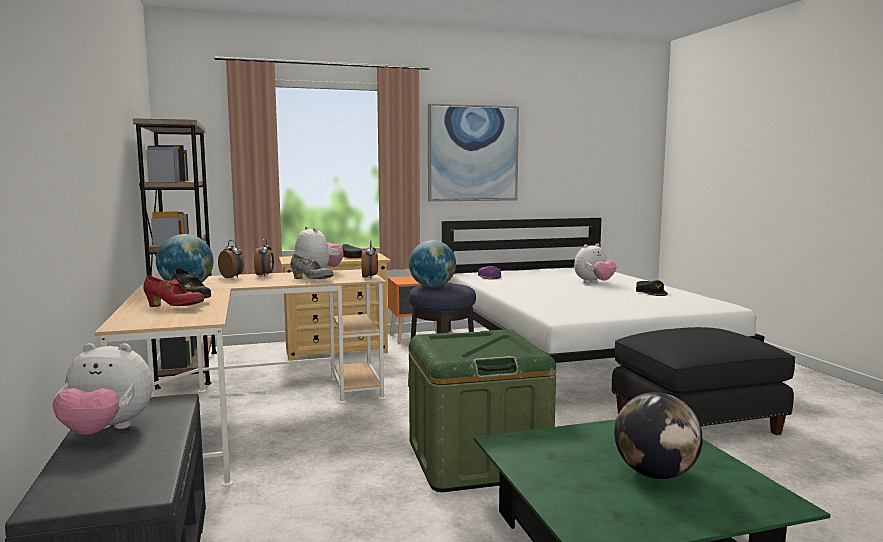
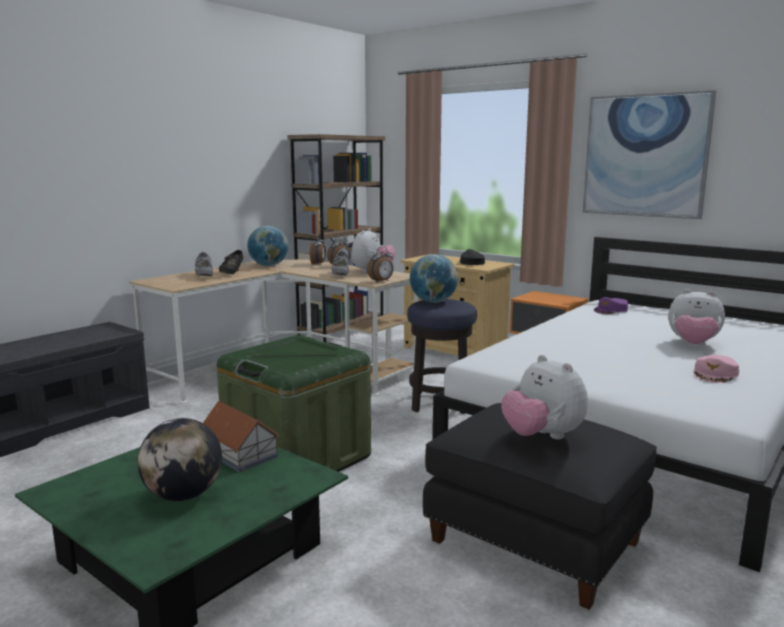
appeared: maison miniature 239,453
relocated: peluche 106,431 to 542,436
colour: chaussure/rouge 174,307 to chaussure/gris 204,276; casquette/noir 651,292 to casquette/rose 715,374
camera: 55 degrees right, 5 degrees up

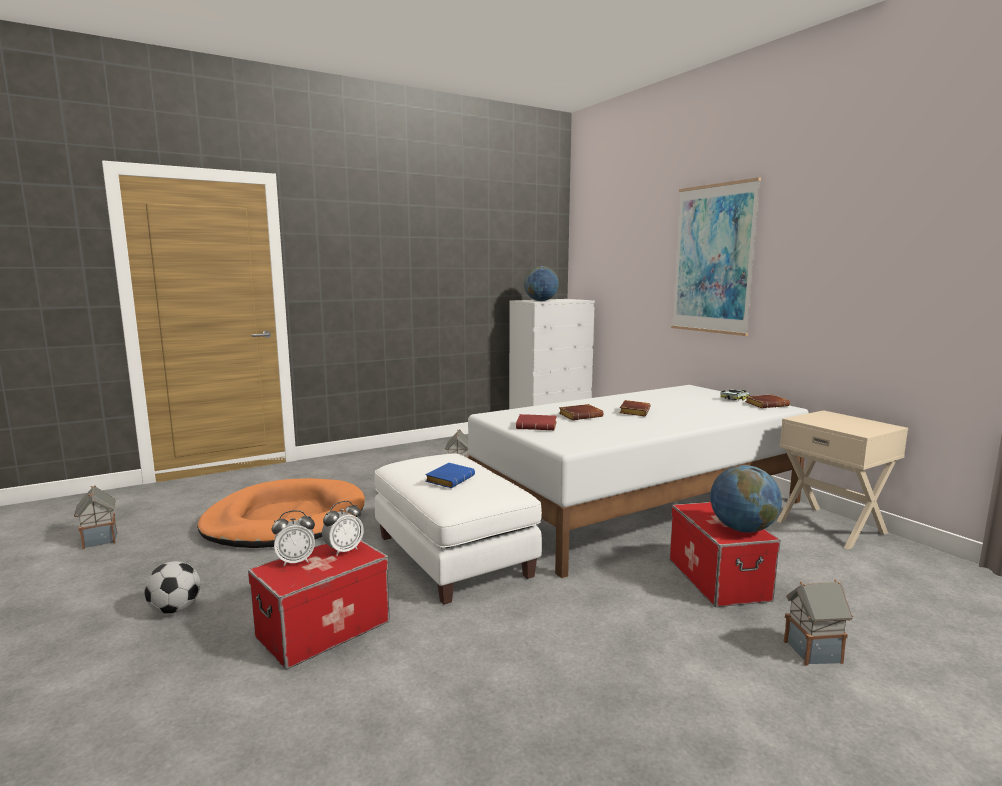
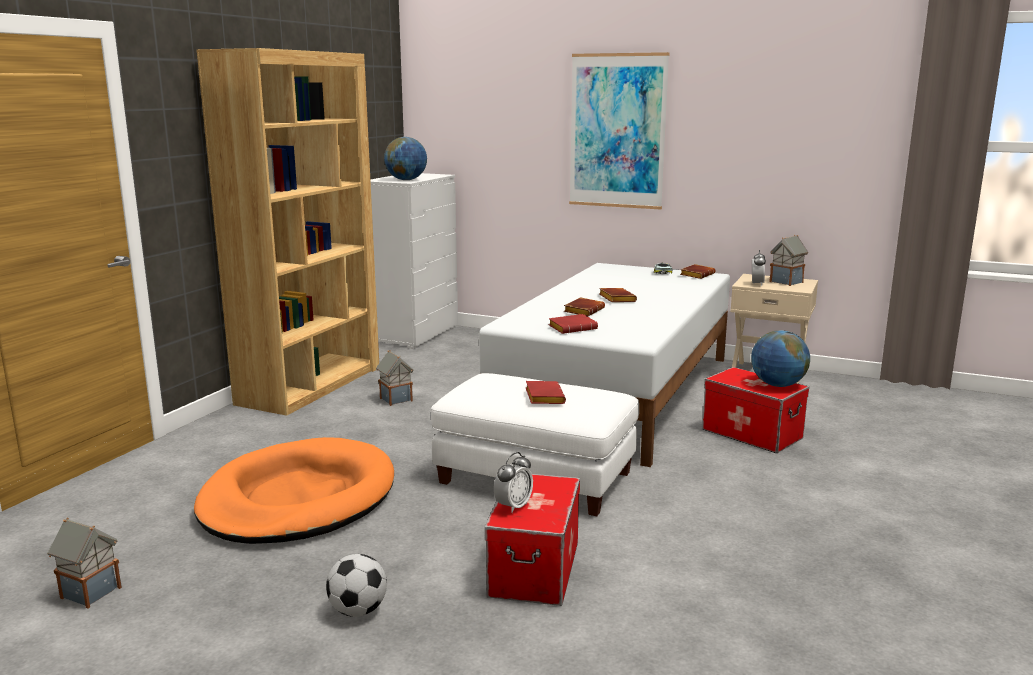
appeared: bibliothèque/marron 311,385
relocated: réveil 344,550 to 757,284; maison miniature 813,651 to 786,282
colour: livre/bleu 449,479 to livre/rouge 543,397
camera: 35 degrees left, 5 degrees up

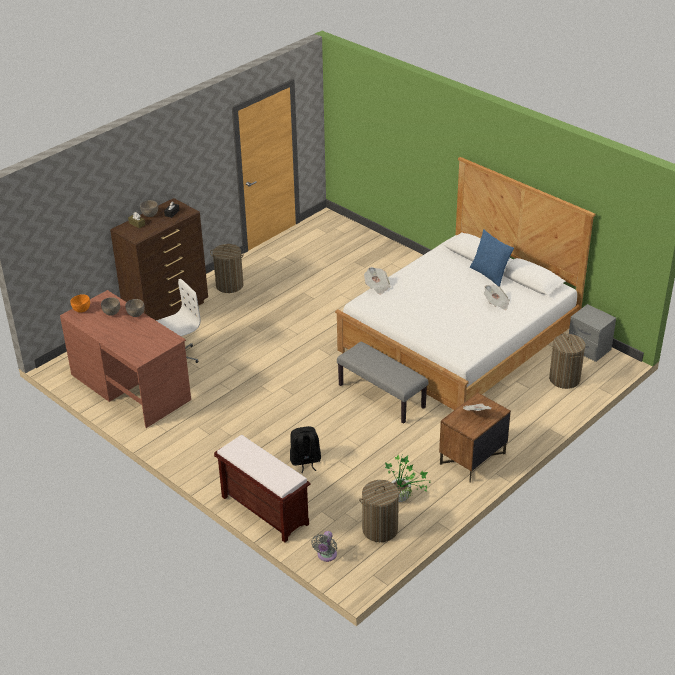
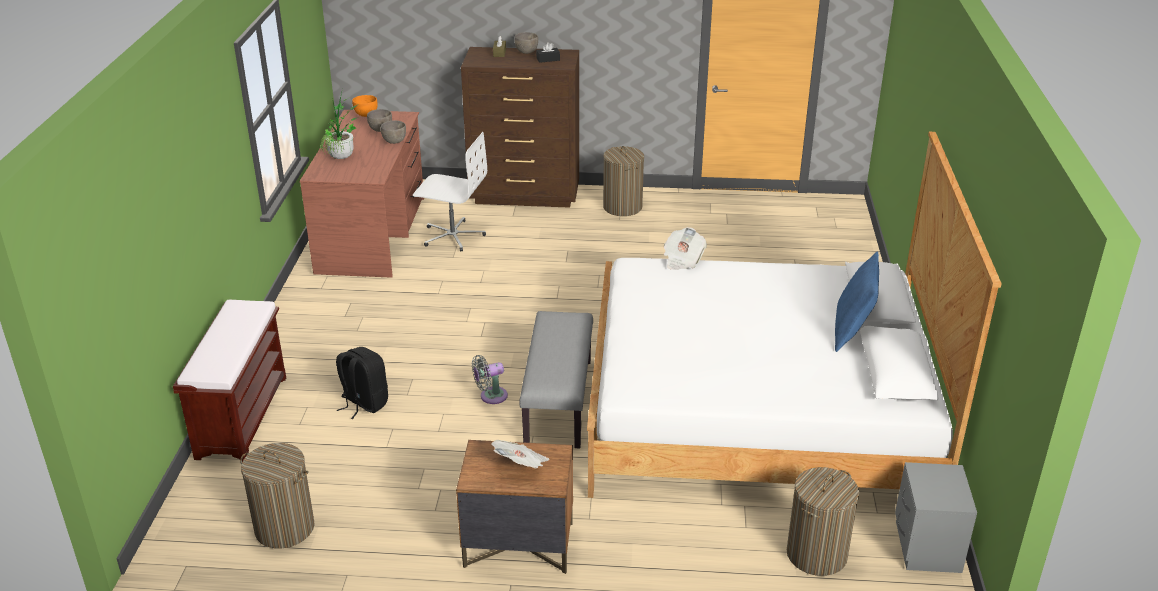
missing: journal 496,303
relocated: ventilateur/gris 326,556 to 490,396; plante en pot 404,499 to 342,159
camera: 50 degrees right, 5 degrees down

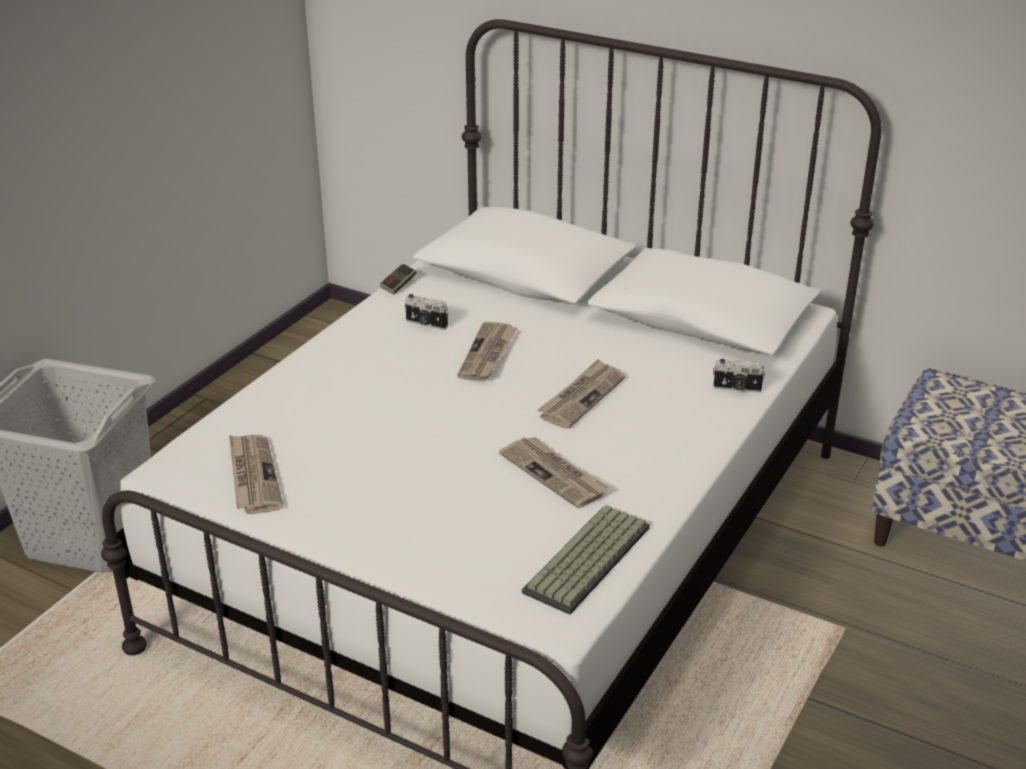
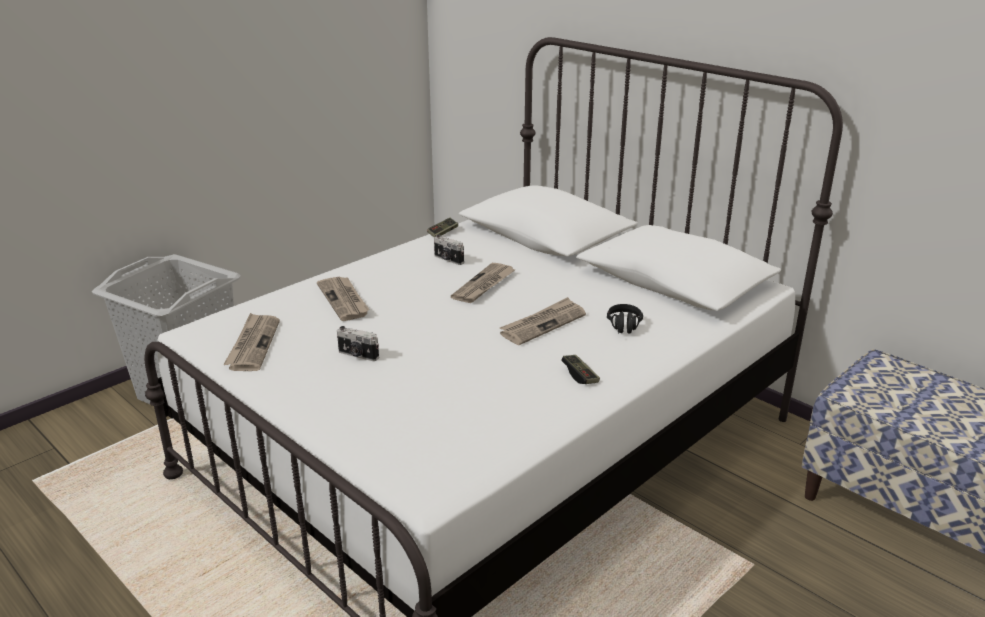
missing: clavier 589,561
appeared: manette 580,375; casque audio/noir 624,328
relocated: journal 555,474 to 344,300; appareil photo 737,388 to 358,355
camera: 15 degrees right, 5 degrees down

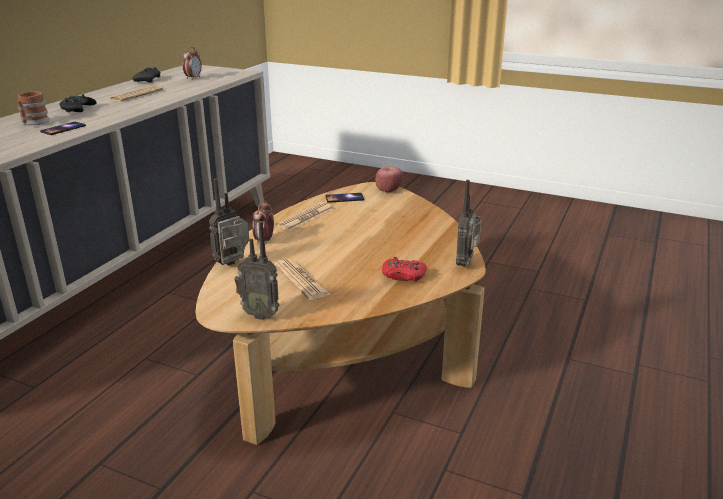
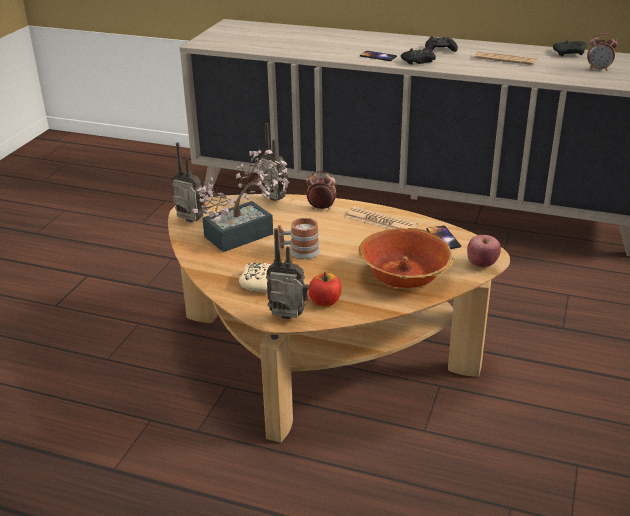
appeared: pomme 325,301; bol 404,275; manette/noir 419,61
relocated: mug 33,123 to 299,251
exchanged: journal 301,280 to plante en pot 246,233
colour: manette/rouge 403,275 to manette/beige 258,282
spun: radio 260,314 = 190,222 105 degrees clockwise
camera: 85 degrees right, 5 degrees up

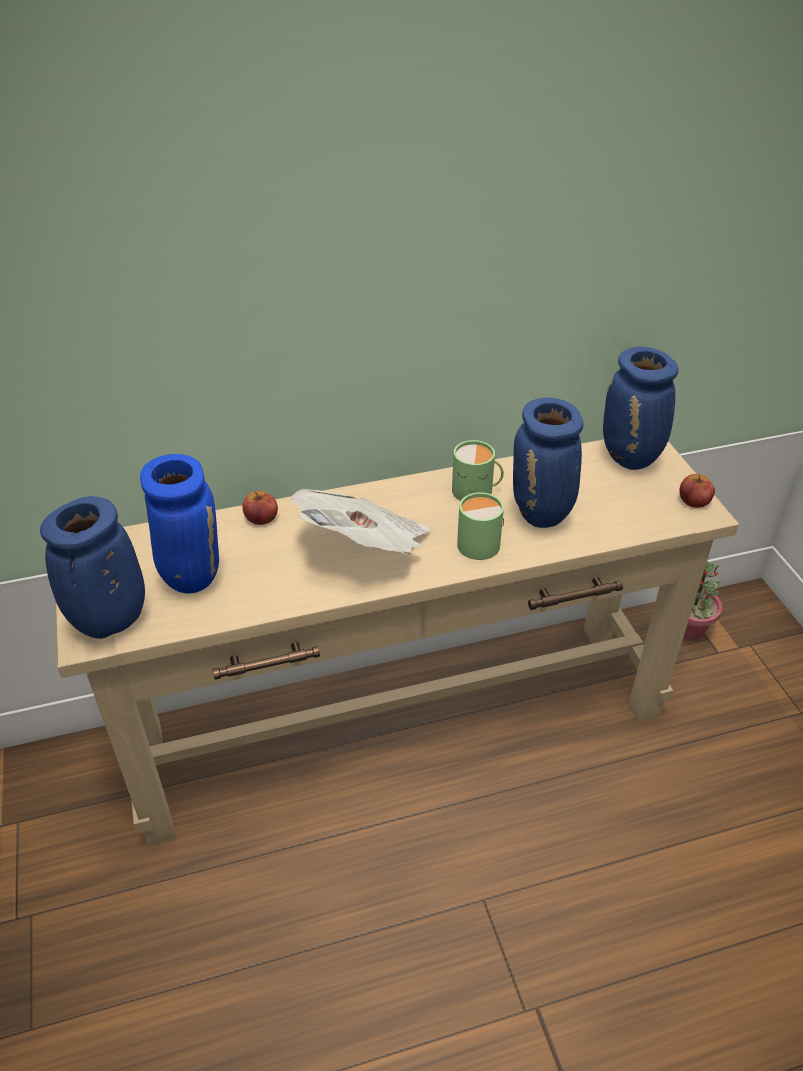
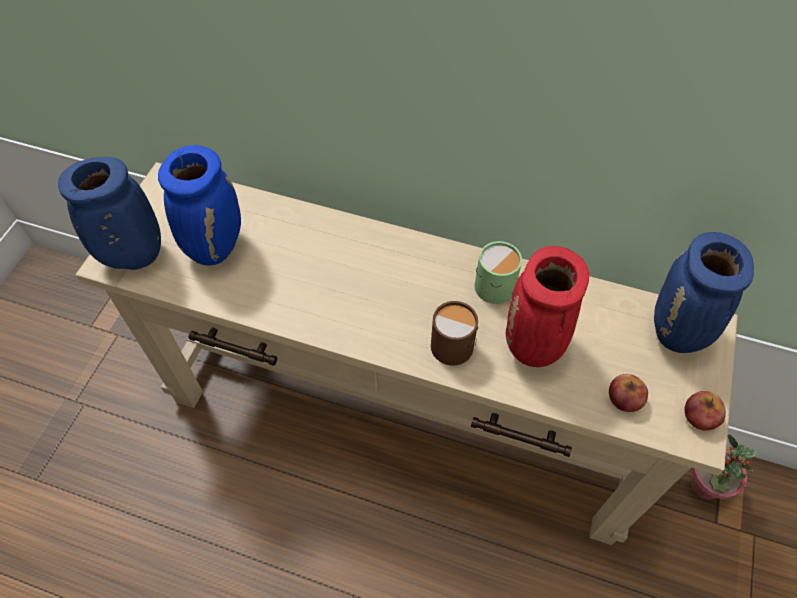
missing: journal 366,547
relocated: pomme 261,517 to 624,398
colour: mug/vert 477,541 to mug/marron 454,342; vase/bleu 542,515 to vase/rouge 534,348
camera: 35 degrees right, 15 degrees up

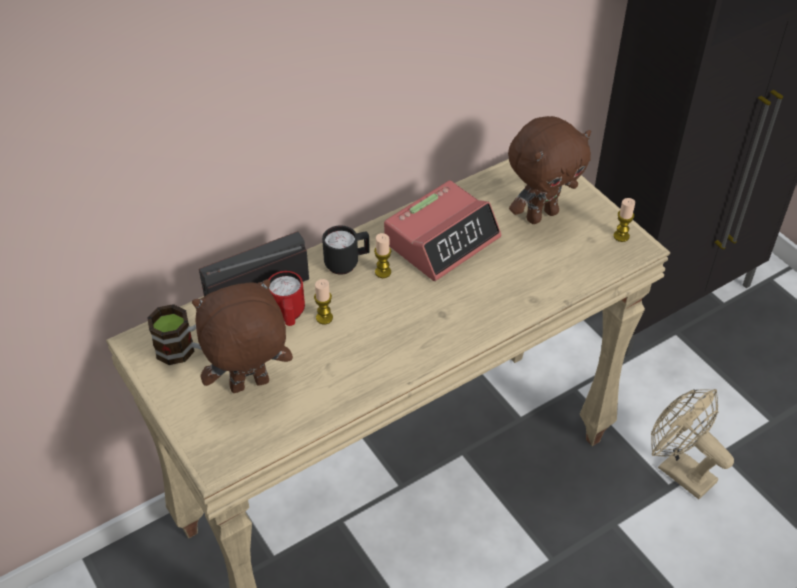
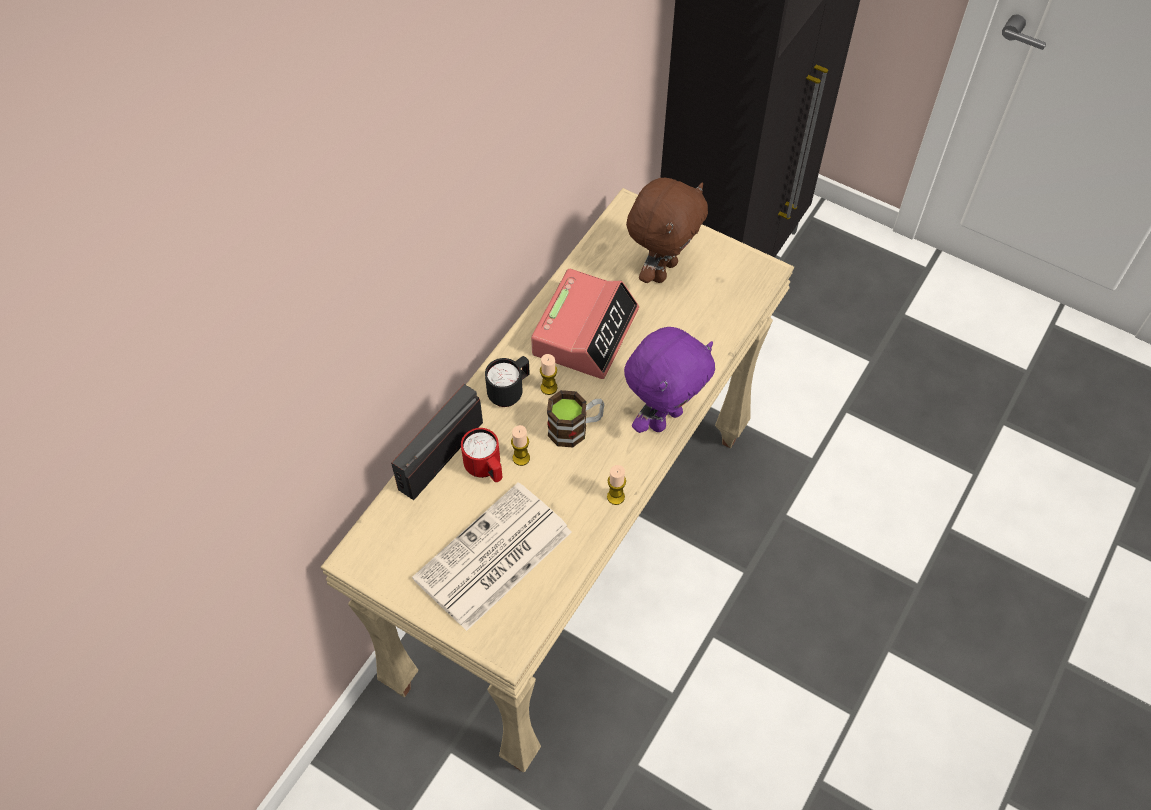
missing: ventilateur/beige 678,470
appeared: peluche/violet 664,417
relocated: mug 183,350 to 575,428; bougie 621,236 to 615,497
exchanged: peluche/marron 249,386 to journal 492,558
camera: 25 degrees left, 10 degrees up

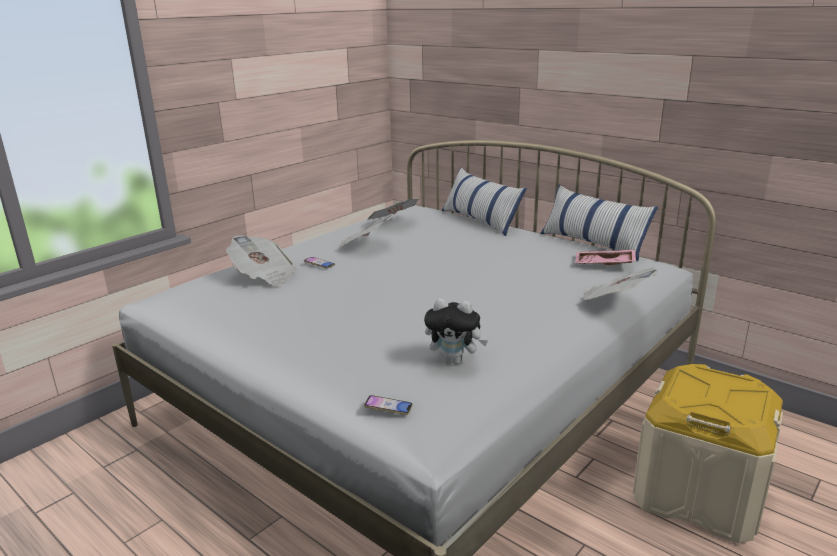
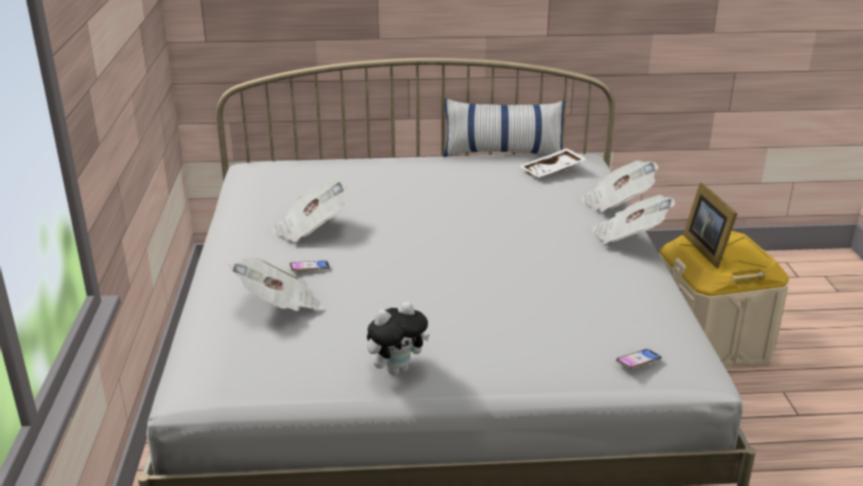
missing: coussin 480,220
appeared: cadre photo 707,249
relocated: journal 393,223 to 628,237; peluche 455,361 to 397,369
colour: plateau/rose 604,265 to plateau/blanc 553,171
camera: 45 degrees left, 5 degrees up

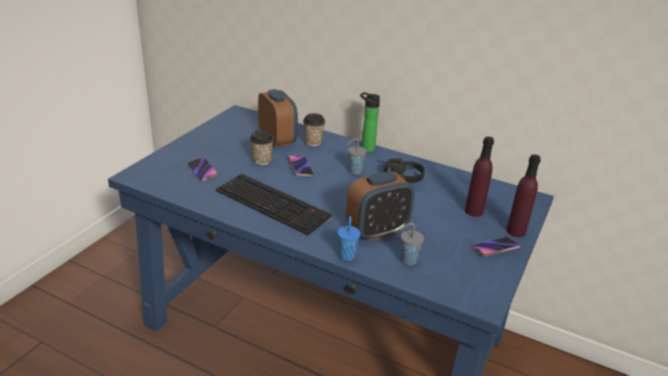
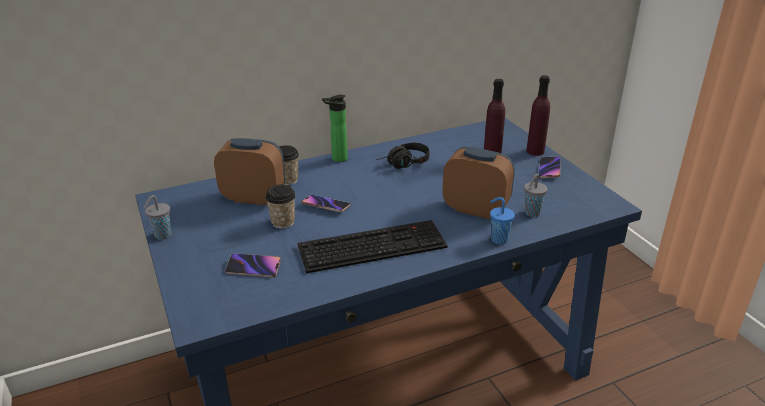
relocated: tasse/gris 354,171 to 162,236
spun: réveil 377,231 = 476,209 75 degrees counterclockwise
camera: 50 degrees left, 0 degrees up

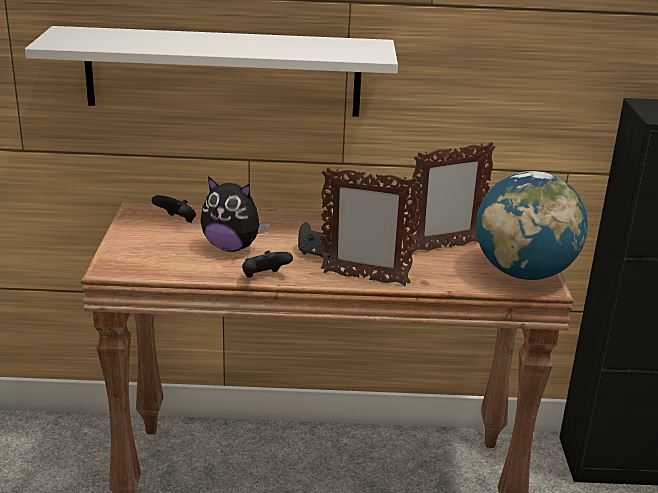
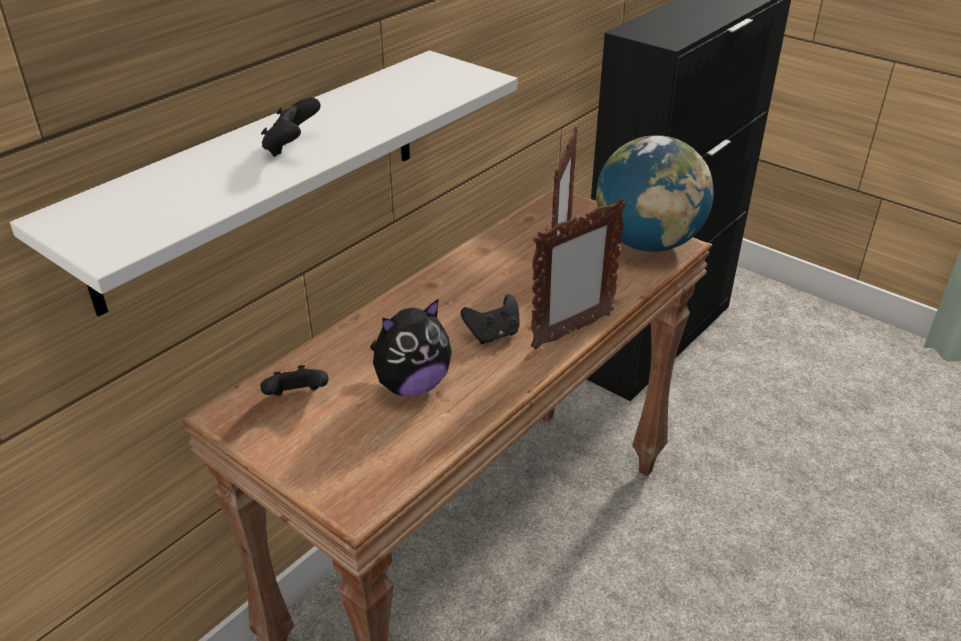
relocated: manette/noir 264,278 to 292,148
camera: 50 degrees left, 10 degrees up

